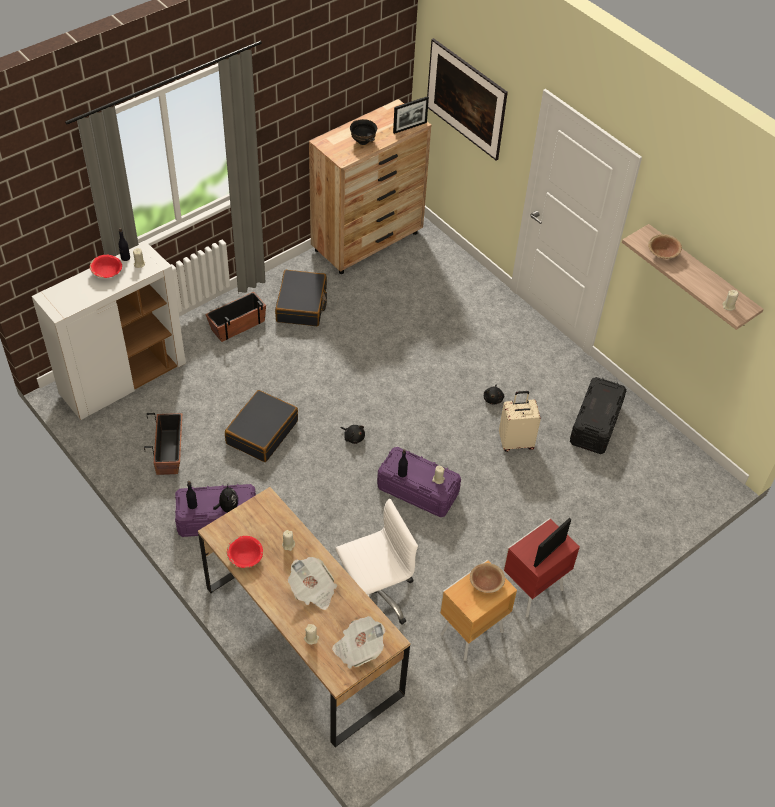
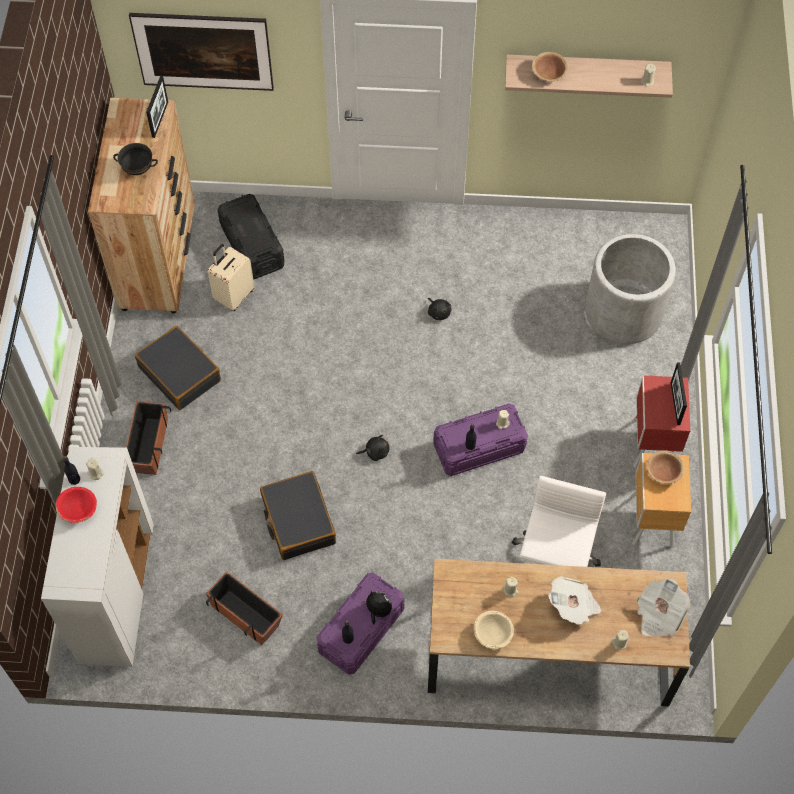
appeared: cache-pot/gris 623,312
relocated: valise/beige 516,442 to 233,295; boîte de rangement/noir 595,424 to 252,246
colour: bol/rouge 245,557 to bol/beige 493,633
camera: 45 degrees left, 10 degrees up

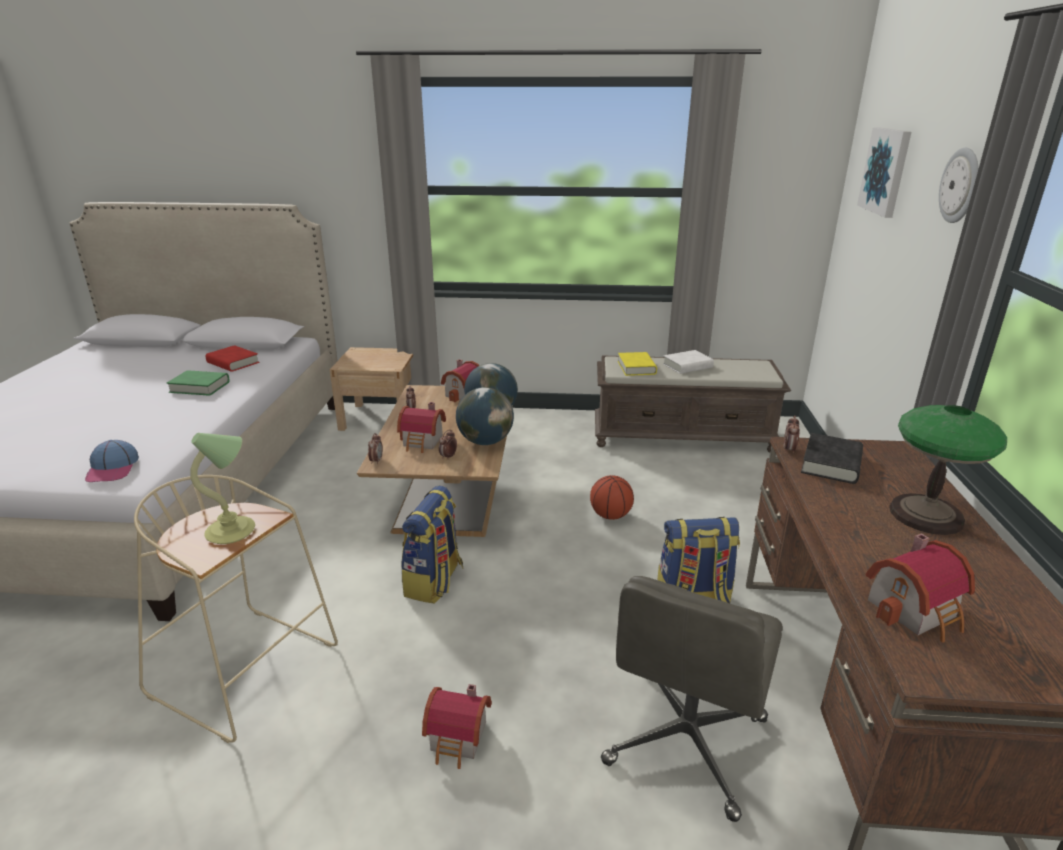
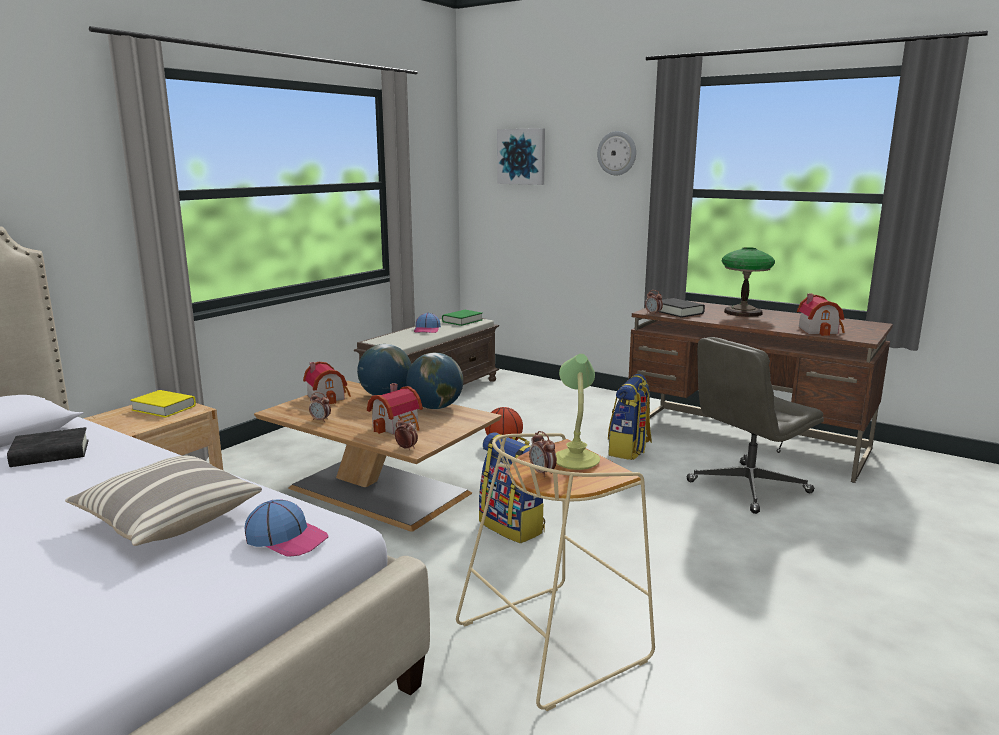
missing: maison miniature 459,739
appeared: coussin 167,519
relocated: livre/vert 200,387 to 462,321; réveil 448,457 to 542,473; livre/jaune 636,368 to 164,408
exchanged: livre/blanc 687,366 to casquette 427,329
colour: livre/rouge 233,363 to livre/noir 50,454
spun: chaise de bureau/gris 686,742 = 747,487 90 degrees clockwise
camera: 60 degrees left, 10 degrees down

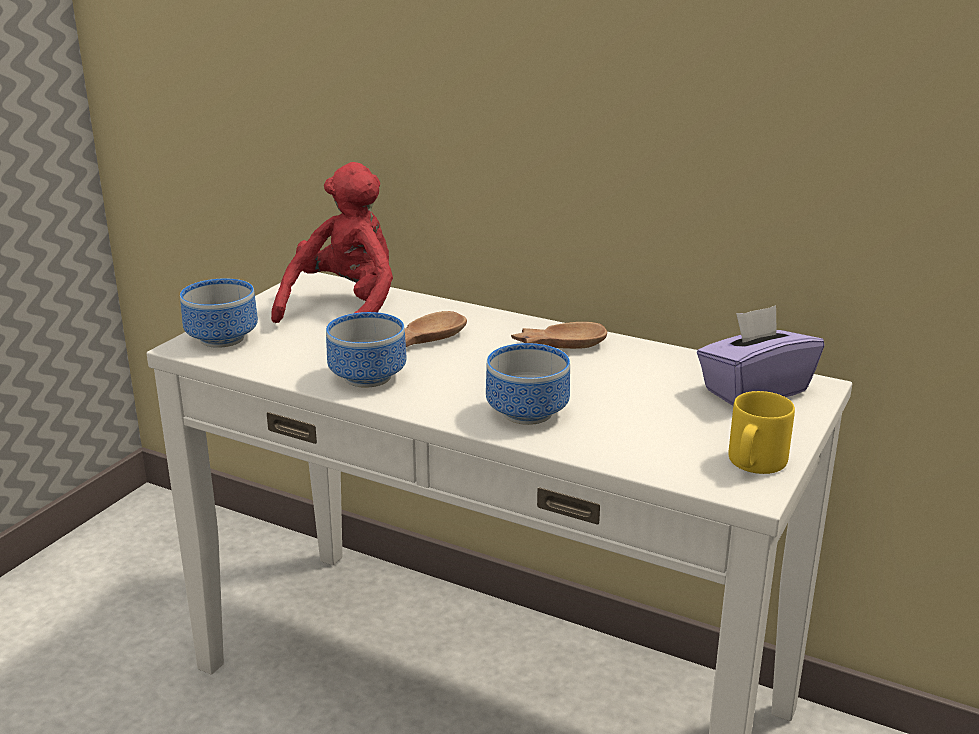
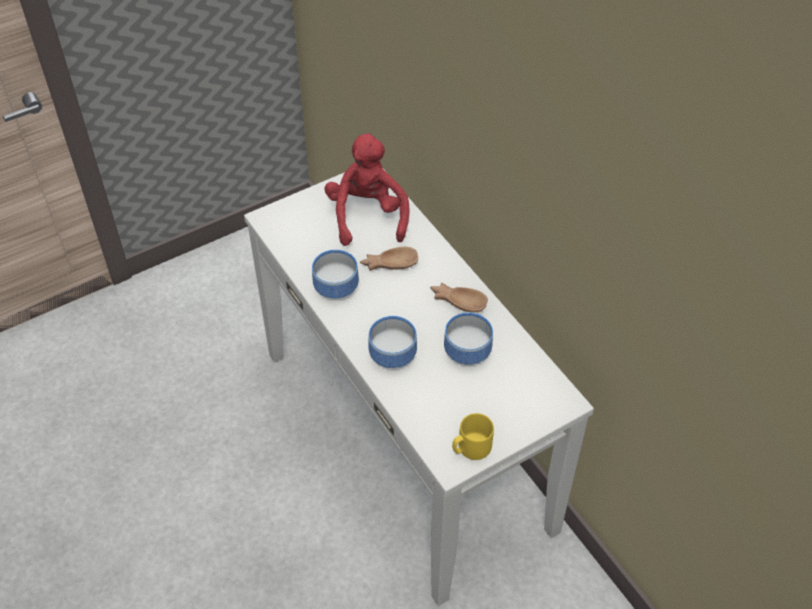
missing: boîte à mouchoirs/violet 754,390
relocated: bol 224,337 to 469,350
spun: peluche/rouge 346,310 = 367,215 60 degrees counterclockwise
camera: 30 degrees right, 25 degrees up

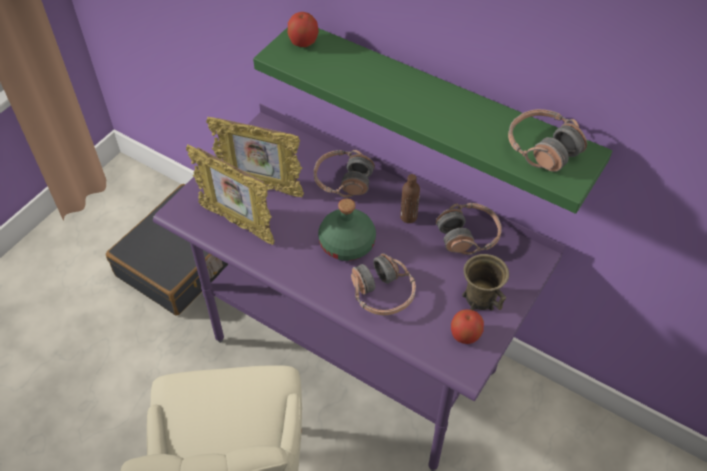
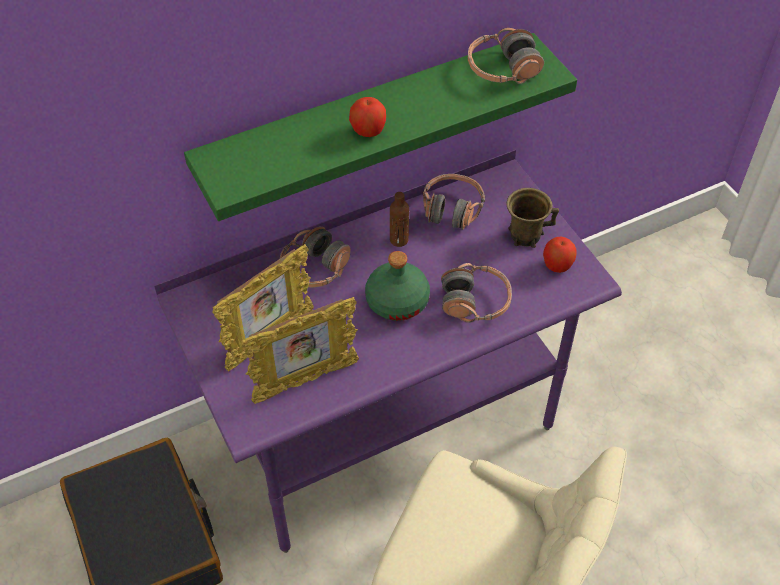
relocated: pomme 303,42 to 368,131
camera: 60 degrees left, 0 degrees up

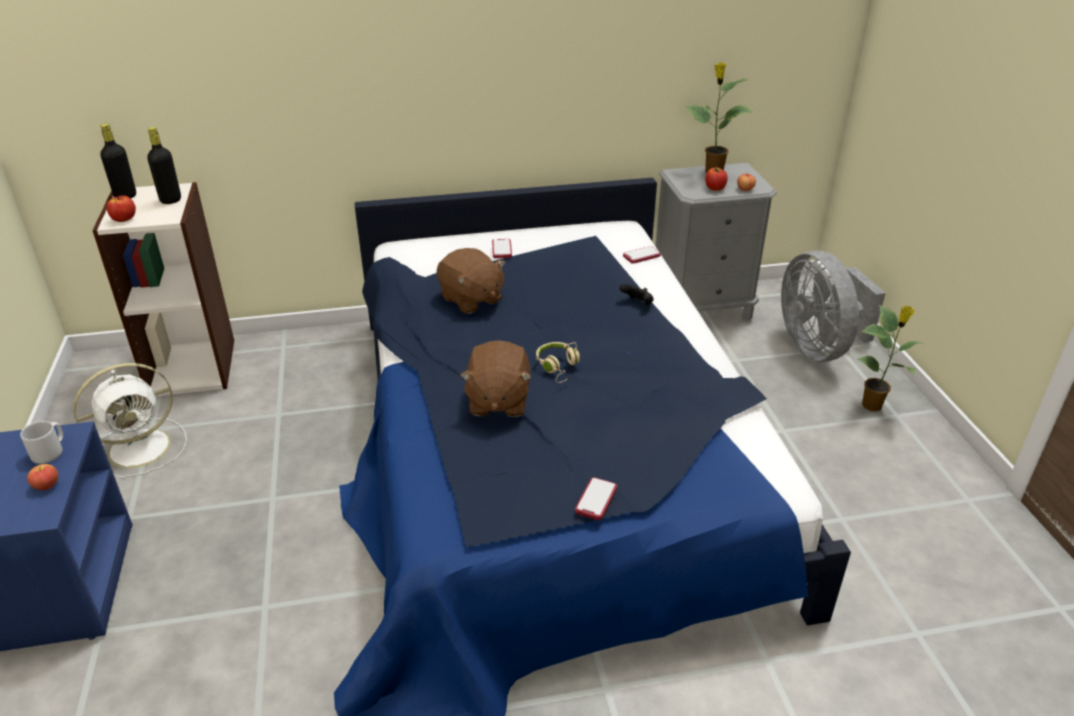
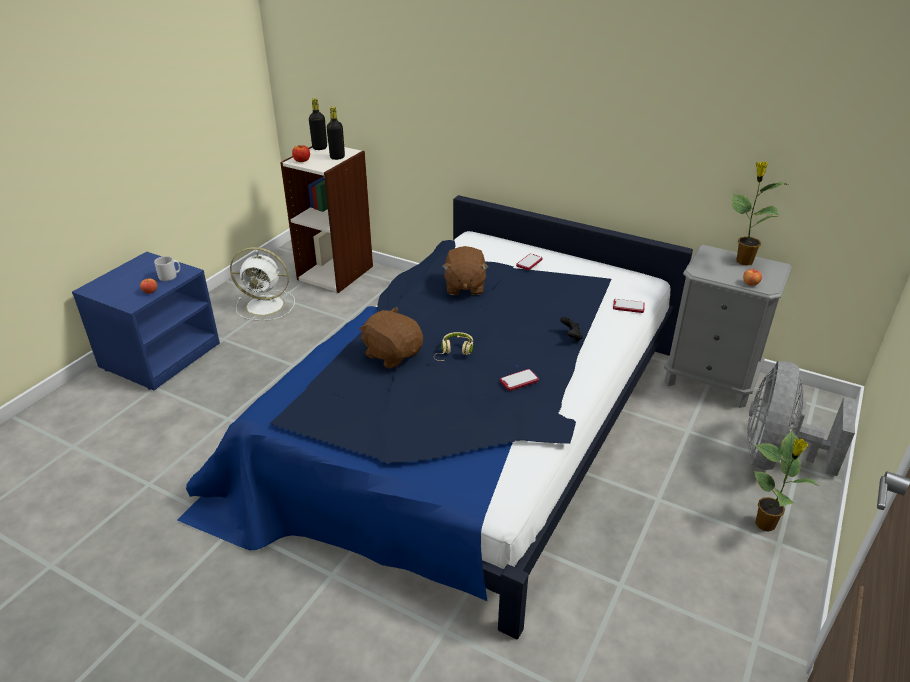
missing: pomme 715,188
relocated: téléphone 596,500 to 519,381
spun: peluche/marron 497,401 = 392,354 90 degrees clockwise
camera: 40 degrees right, 0 degrees up

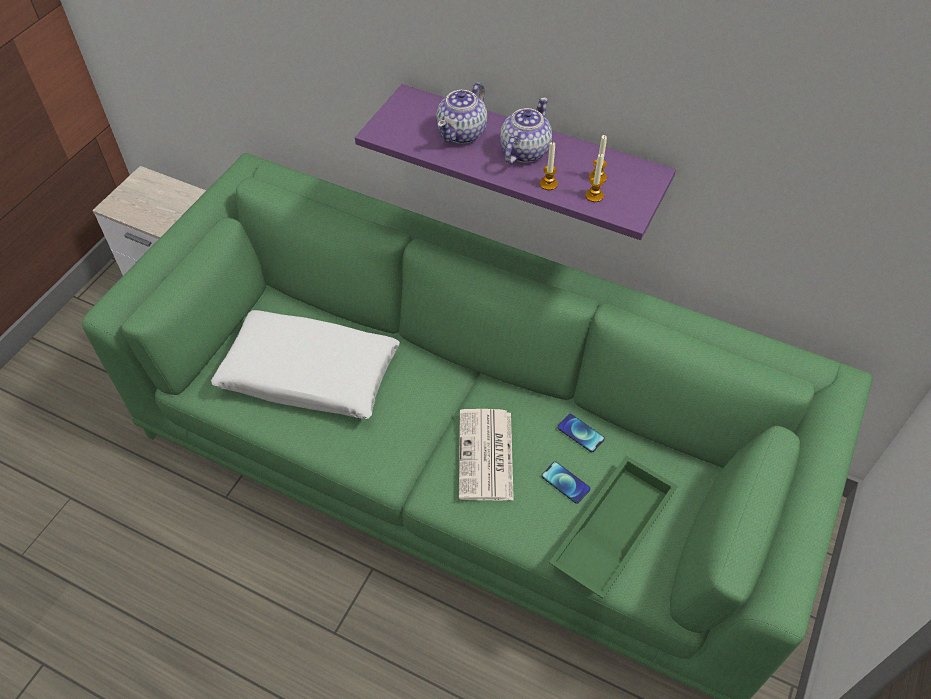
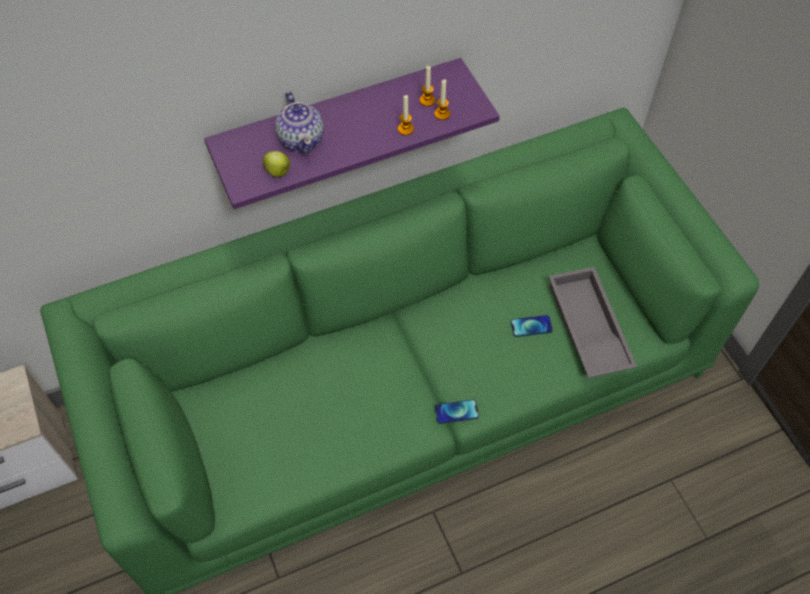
missing: coussin/blanc 309,375; journal 486,456; théière 524,151
appeared: pomme 278,172
relocated: téléphone 580,433 to 456,412
colour: plateau/vert 611,529 to plateau/gris 586,327
camera: 50 degrees left, 5 degrees up

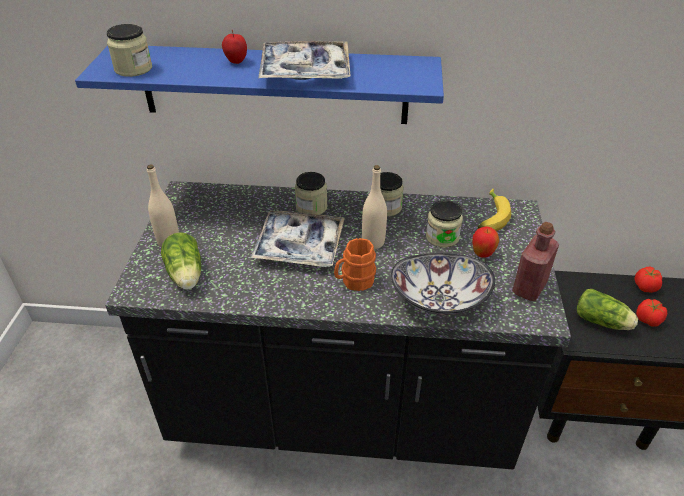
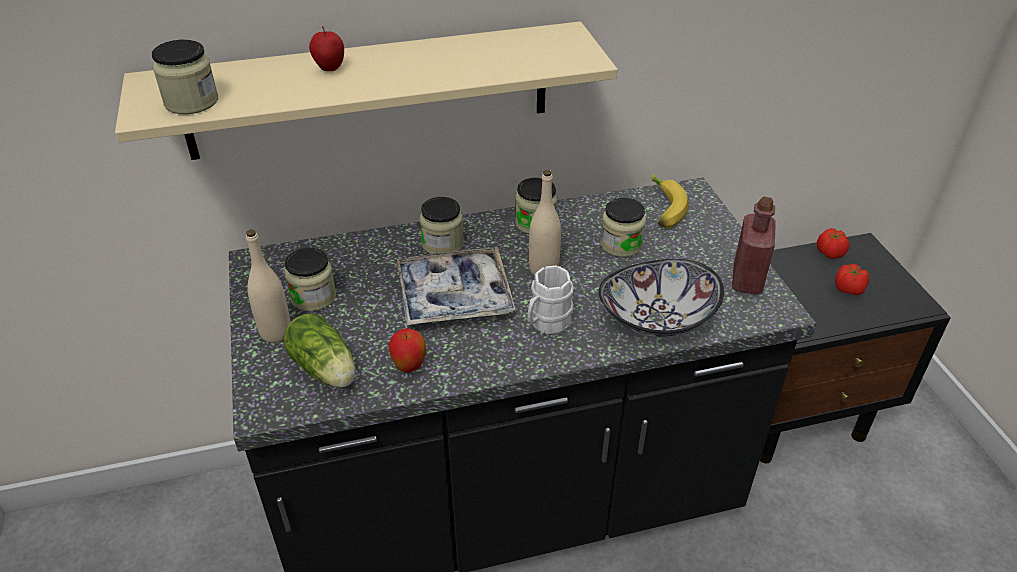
missing: plateau 305,71; laitue 603,322
appeared: bocal 313,297
relocated: pomme 482,254 to 409,367
colour: étagère/bleu 274,84 to étagère/beige 369,91; mug/orange 354,281 to mug/blanc 546,323
camera: 20 degrees left, 0 degrees up

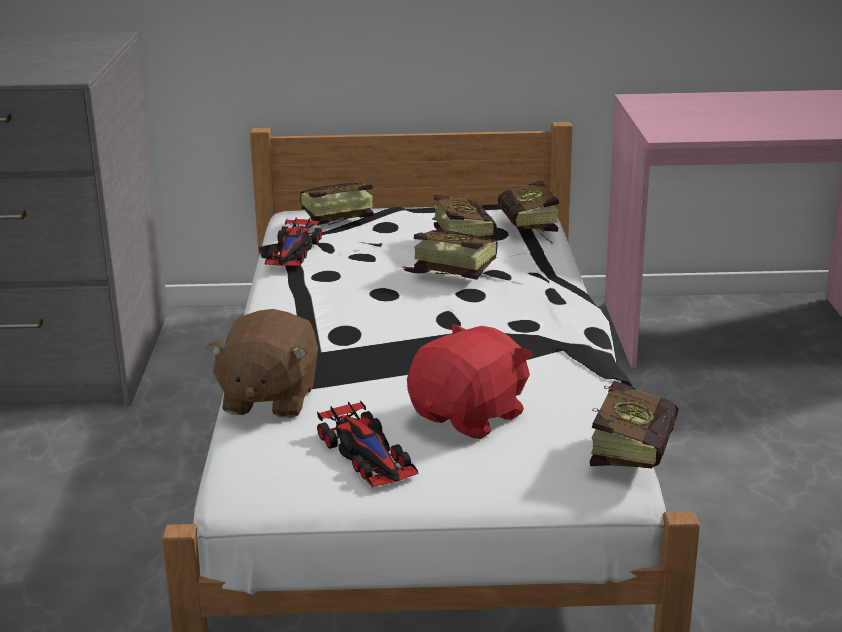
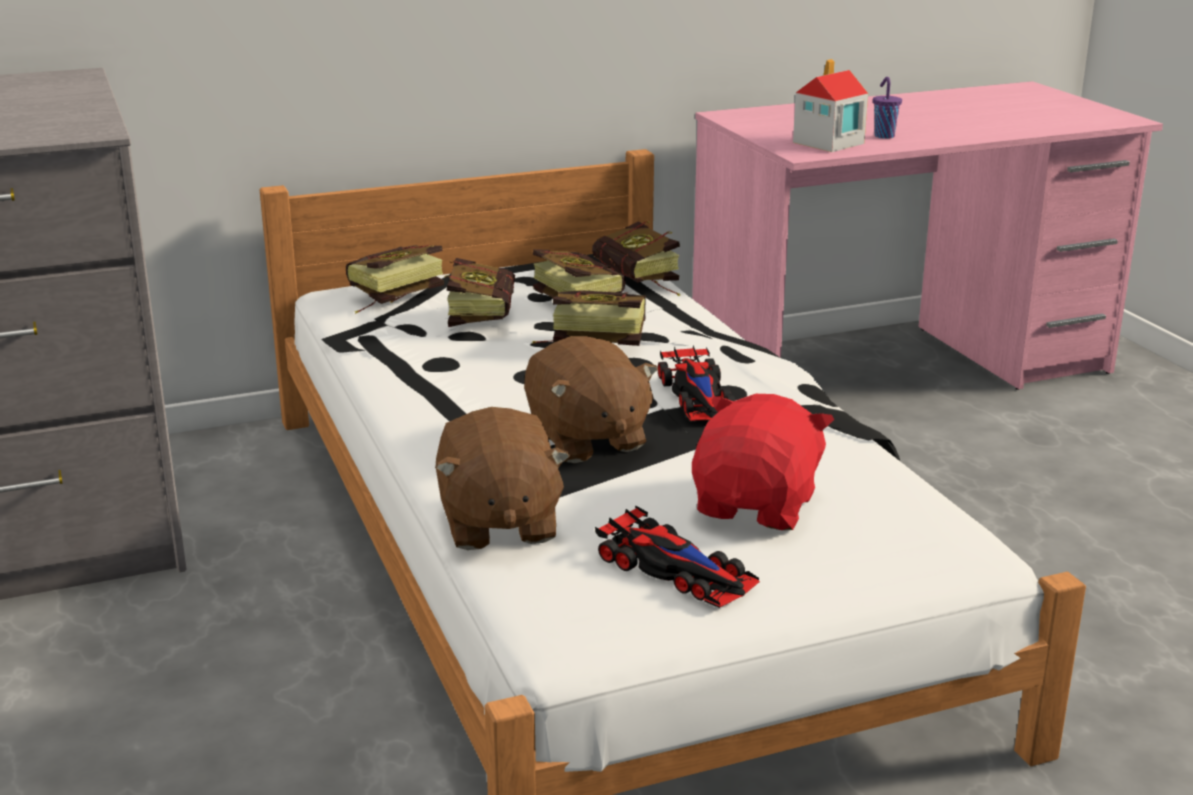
appeared: peluche/marron 586,440; maison miniature 828,143; tasse/violet 883,136
relocated: petite voiture 293,251 to 698,396; livre 634,451 to 482,316
camera: 20 degrees left, 0 degrees up

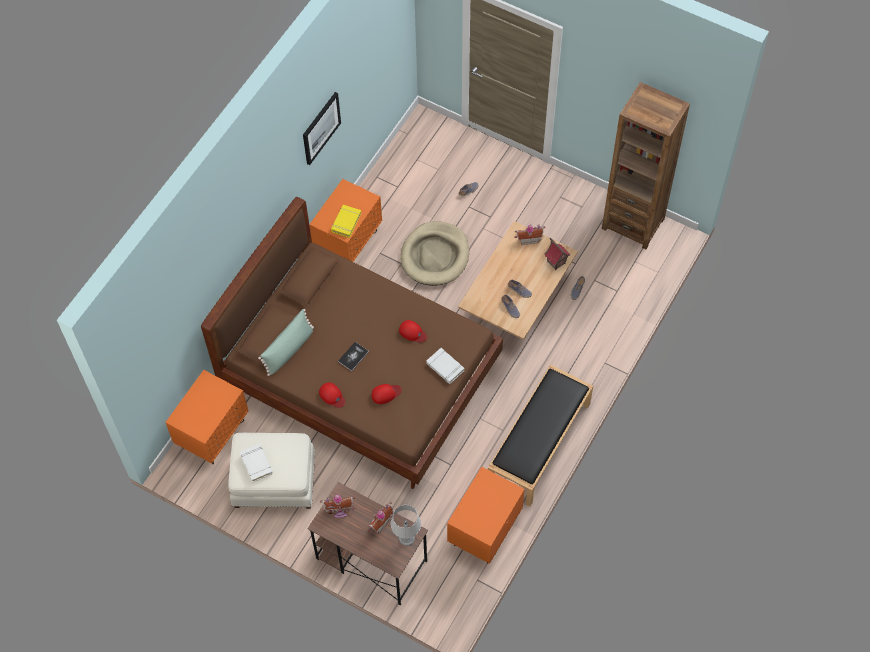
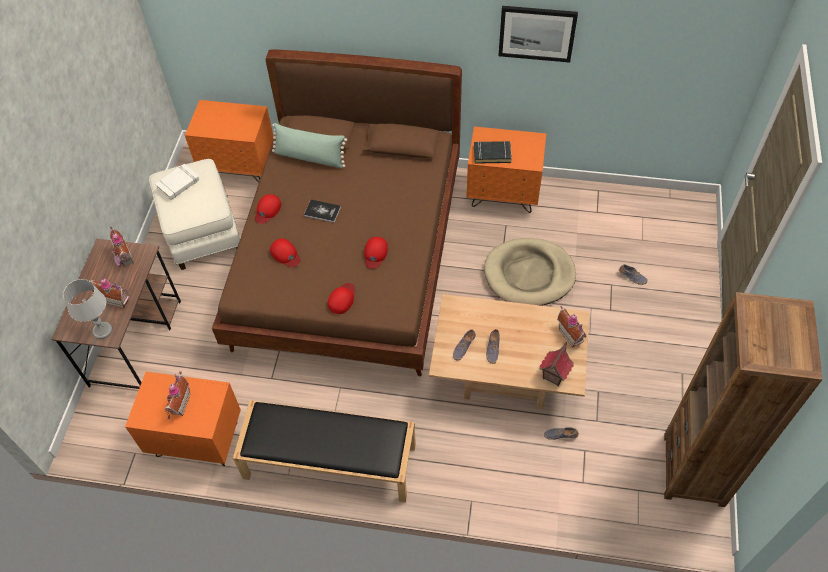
appeared: maison miniature 178,404
exchanged: livre/blanc 445,367 to casquette/rouge 342,299
colour: livre/jaune 346,222 to livre/noir 492,154
camera: 70 degrees right, 5 degrees down

